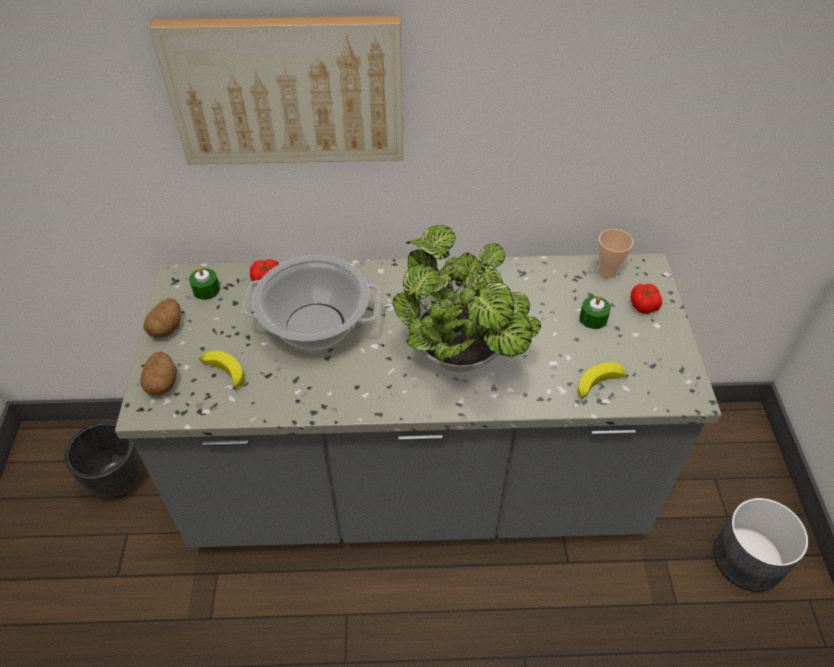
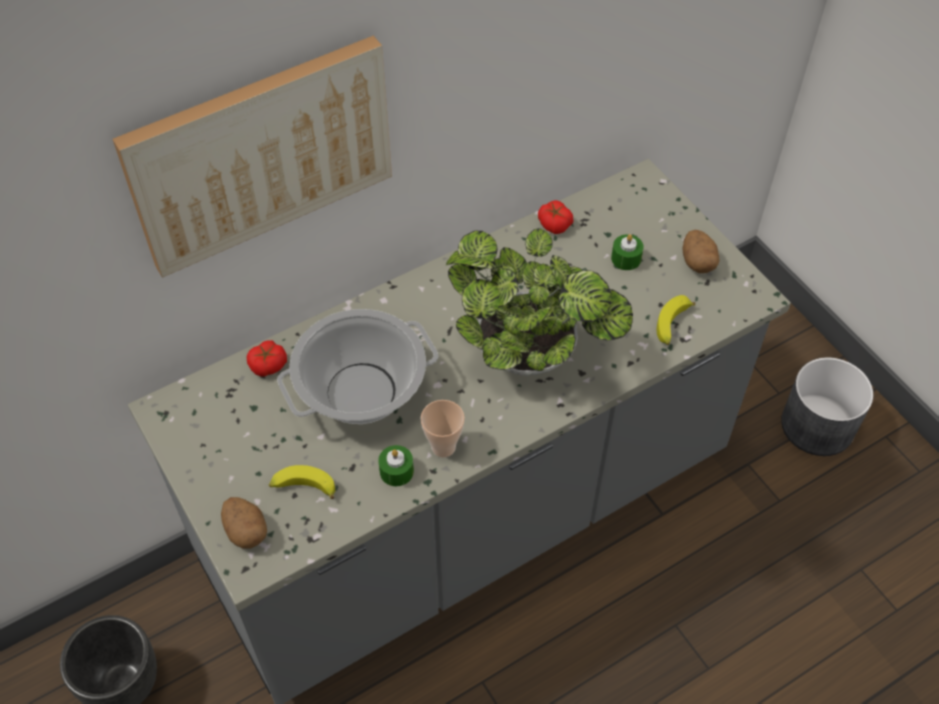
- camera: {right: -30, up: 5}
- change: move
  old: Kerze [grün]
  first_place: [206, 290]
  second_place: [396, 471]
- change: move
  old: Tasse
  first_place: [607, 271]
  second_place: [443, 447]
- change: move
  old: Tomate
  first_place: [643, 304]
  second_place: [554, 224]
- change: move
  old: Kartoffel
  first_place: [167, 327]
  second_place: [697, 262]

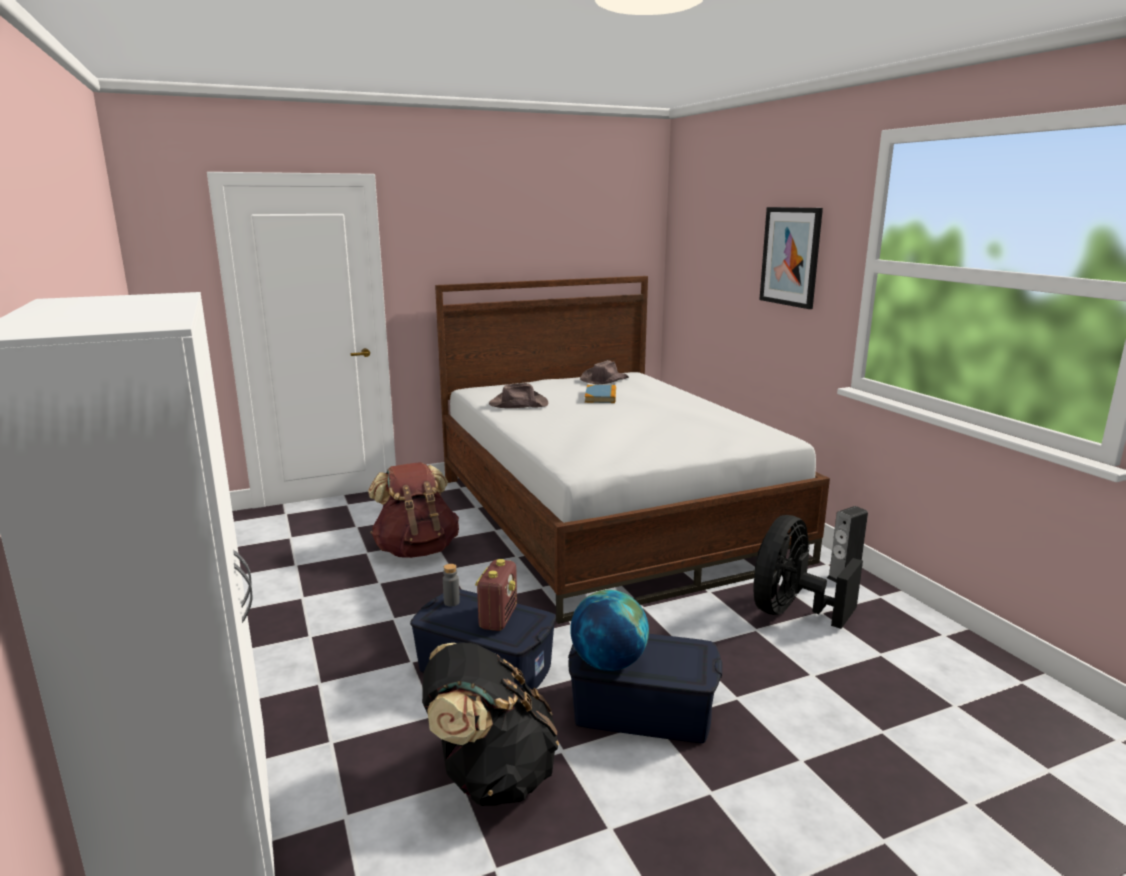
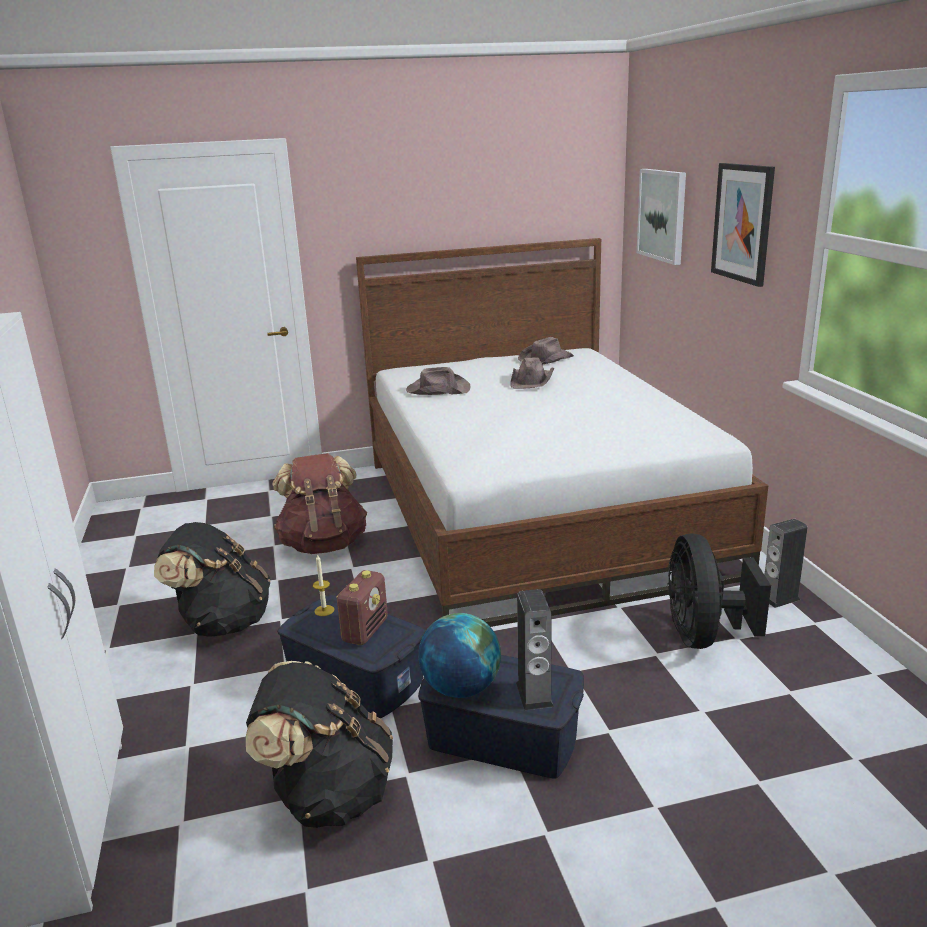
- camera: {right: 10, up: 5}
- change: insert
  new: Rucksack [schwarz]
  second_place: [222, 623]
- change: replace
  old: Flasche [grau]
  new: Kerze
  first_place: [451, 602]
  second_place: [324, 610]
- change: replace
  old: Buch
  new: Hut [braun]
  first_place: [600, 396]
  second_place: [532, 380]
- change: insert
  new: Lautsprecher
  second_place: [534, 694]
- change: insert
  new: Bild
  second_place: [662, 215]
- change: rotate
  old: Ventilator [schwarz]
  first_place: [791, 611]
  second_place: [704, 635]
  degrees: -45

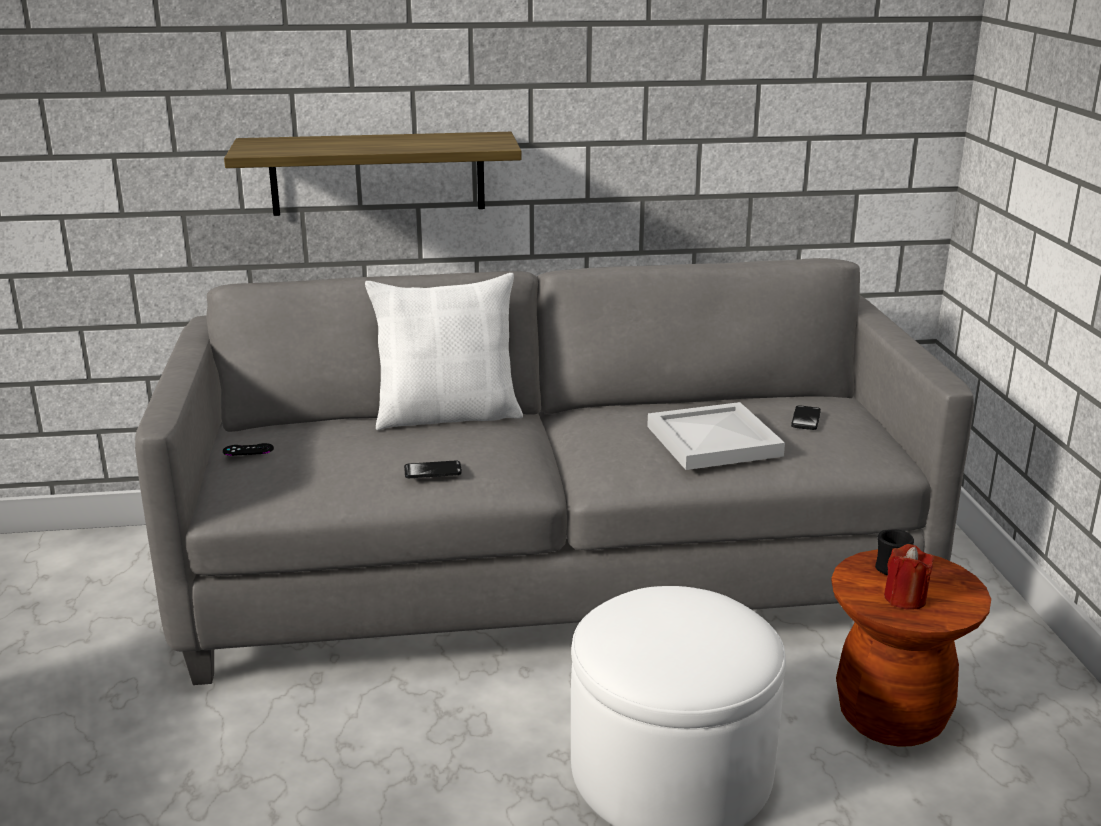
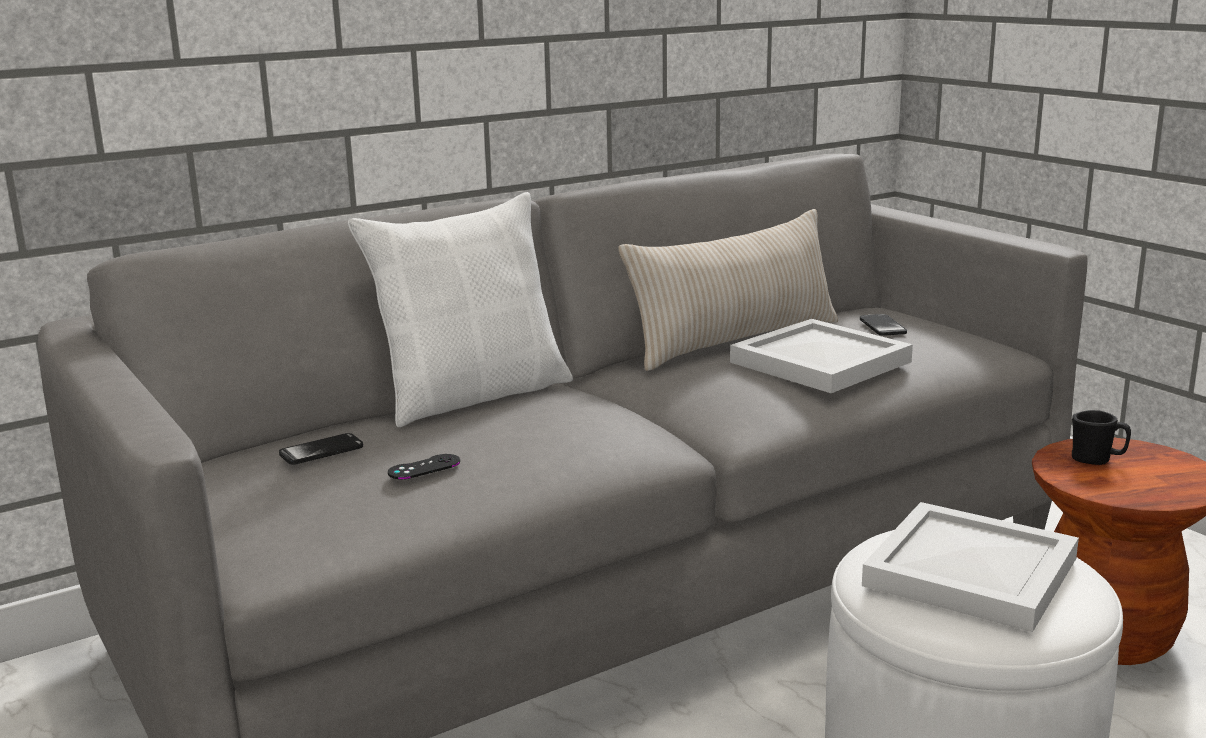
- camera: {right: -25, up: -5}
- change: move
  old: Handy
  first_place: [433, 471]
  second_place: [321, 451]
- change: move
  old: Gamepad [schwarz]
  first_place: [248, 450]
  second_place: [424, 467]
- change: insert
  new: Kissen [beige]
  second_place: [735, 341]
- change: insert
  new: Tablett [weiß]
  second_place: [974, 571]
- change: delete
  old: Wandregal
  first_place: [377, 173]
- change: delete
  old: Kerze [rot]
  first_place: [905, 598]

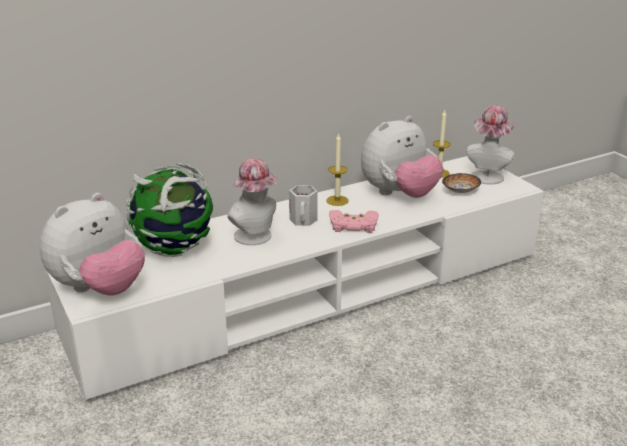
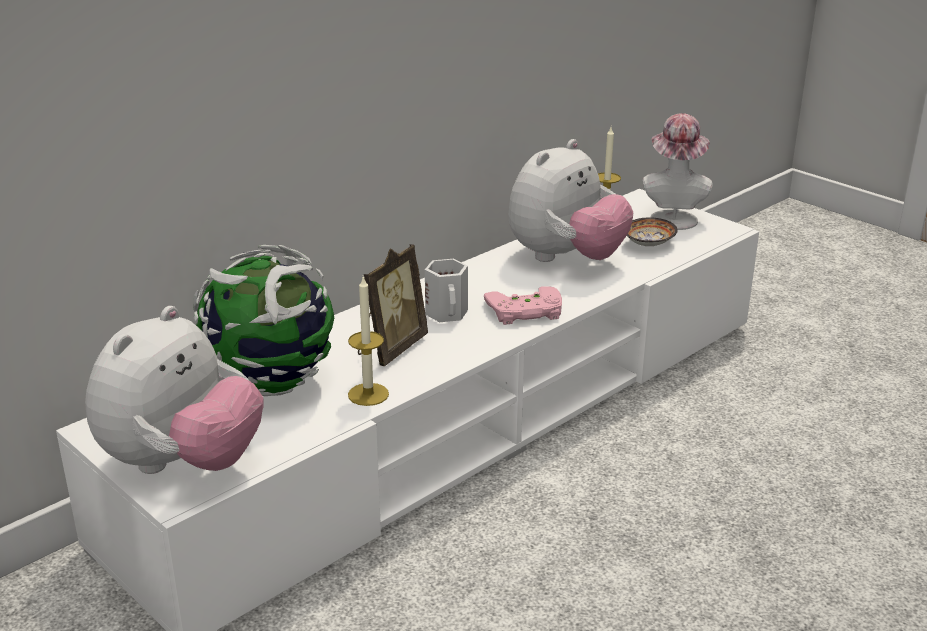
- camera: {right: -15, up: 0}
- change: move
  old: Kerze
  first_place: [337, 200]
  second_place: [368, 394]
- change: replace
  old: Hut
  new: Bilderrahmen
  first_place: [256, 237]
  second_place: [390, 348]

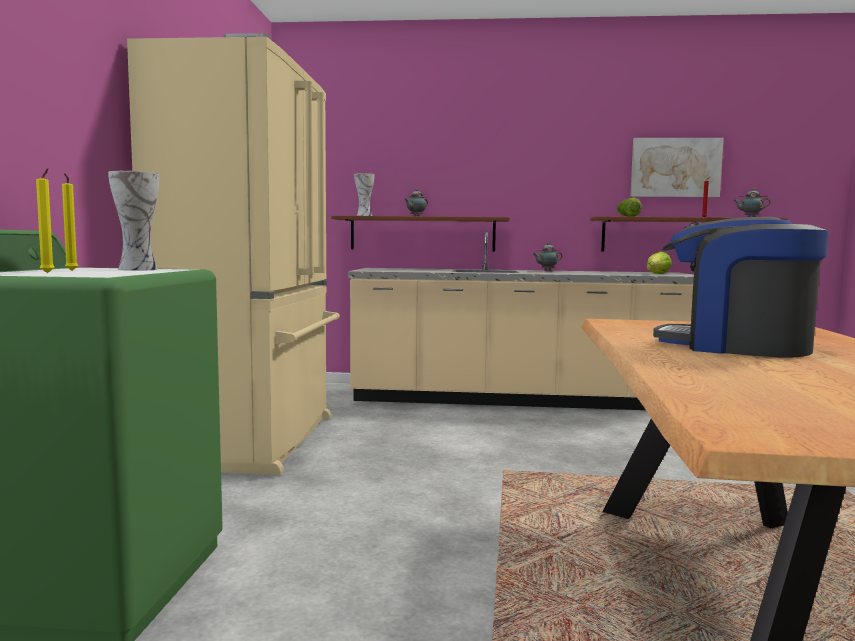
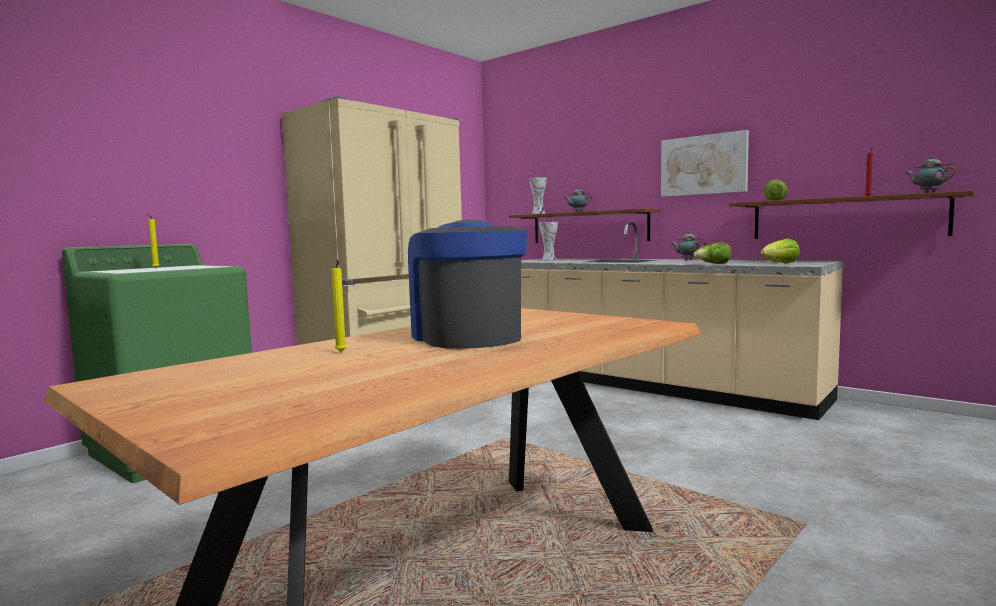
- camera: {right: 35, up: 0}
- change: move
  old: Kerze [gelb]
  first_place: [48, 273]
  second_place: [341, 352]
- change: move
  old: Vase
  first_place: [137, 269]
  second_place: [549, 260]
- change: move
  old: Bild
  first_place: [675, 167]
  second_place: [703, 165]
- change: insert
  new: Salatkopf
  second_place: [713, 264]

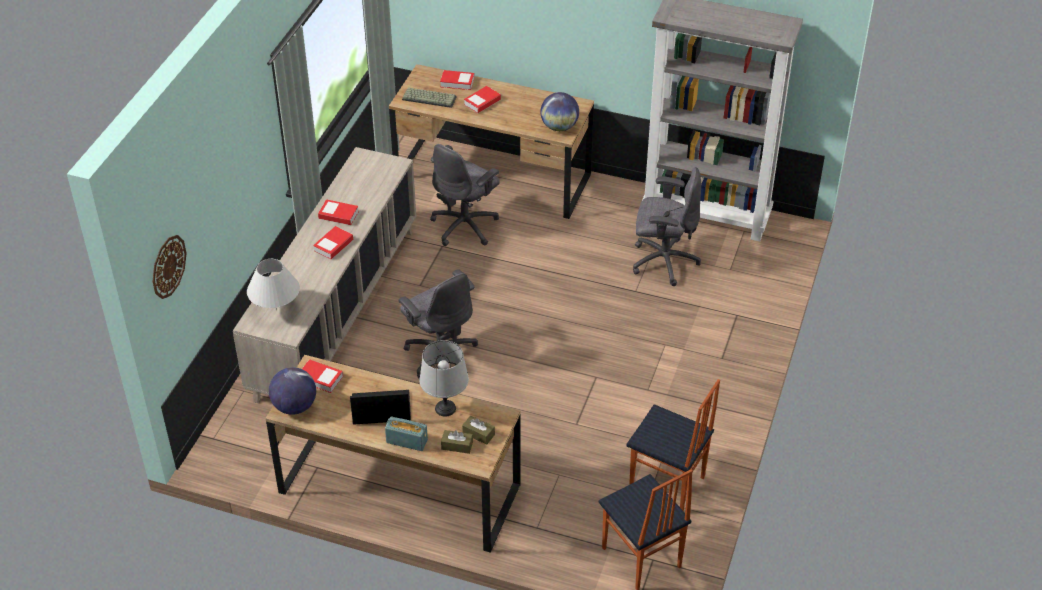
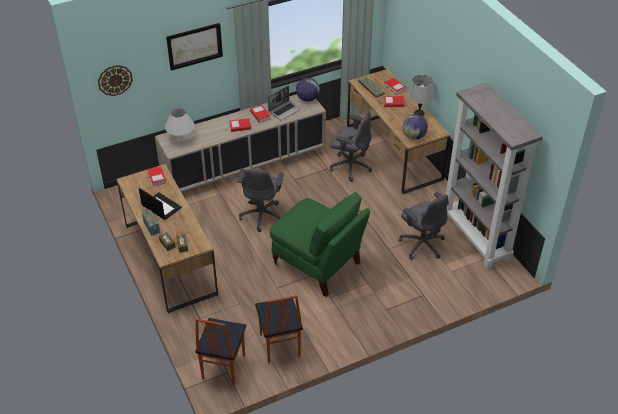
- camera: {right: 45, up: 0}
- change: insert
  new: Bild
  second_place: [194, 46]
- change: insert
  new: Laptop
  second_place: [285, 110]
- change: insert
  new: Stuhl [grün]
  second_place: [318, 265]
- change: move
  old: Globus
  first_place: [294, 406]
  second_place: [307, 99]
- change: rotate
  old: Bürostuhl [grau]
  first_place: [465, 226]
  second_place: [350, 166]
  degrees: -150
- change: move
  old: Tischlampe [grau]
  first_place: [445, 408]
  second_place: [418, 113]

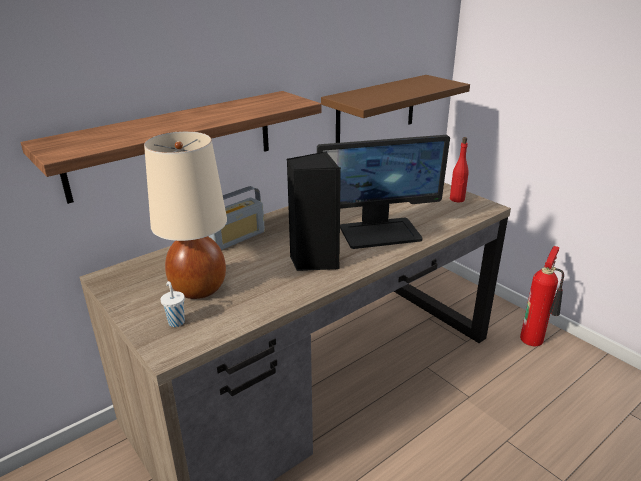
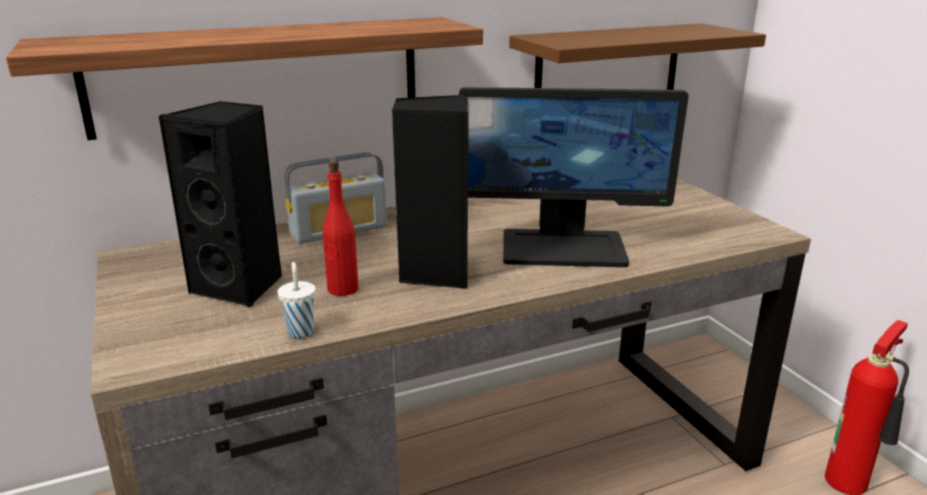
- camera: {right: 15, up: -5}
- change: replace
  old: Tischlampe [beige]
  new: Lautsprecher [schwarz]
  first_place: [199, 288]
  second_place: [241, 286]
- change: move
  old: Tasse [weiß]
  first_place: [176, 322]
  second_place: [300, 331]
- change: move
  old: Flasche [rot]
  first_place: [457, 199]
  second_place: [342, 289]

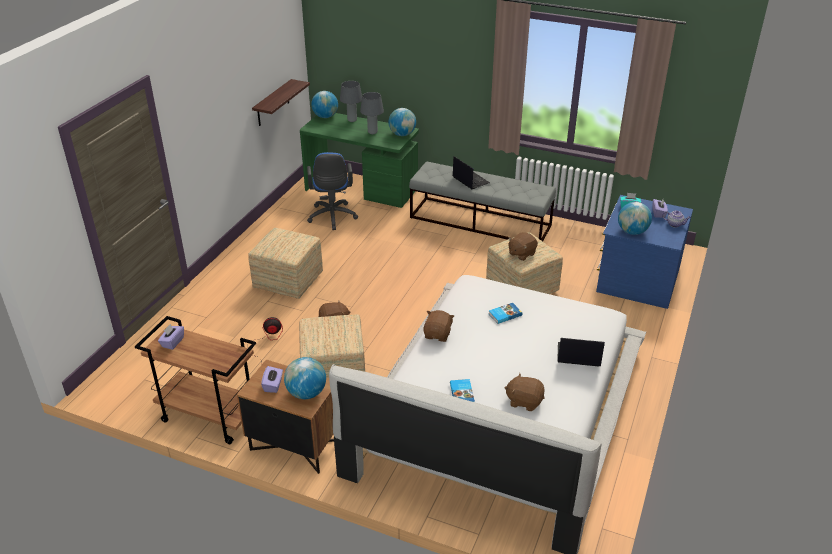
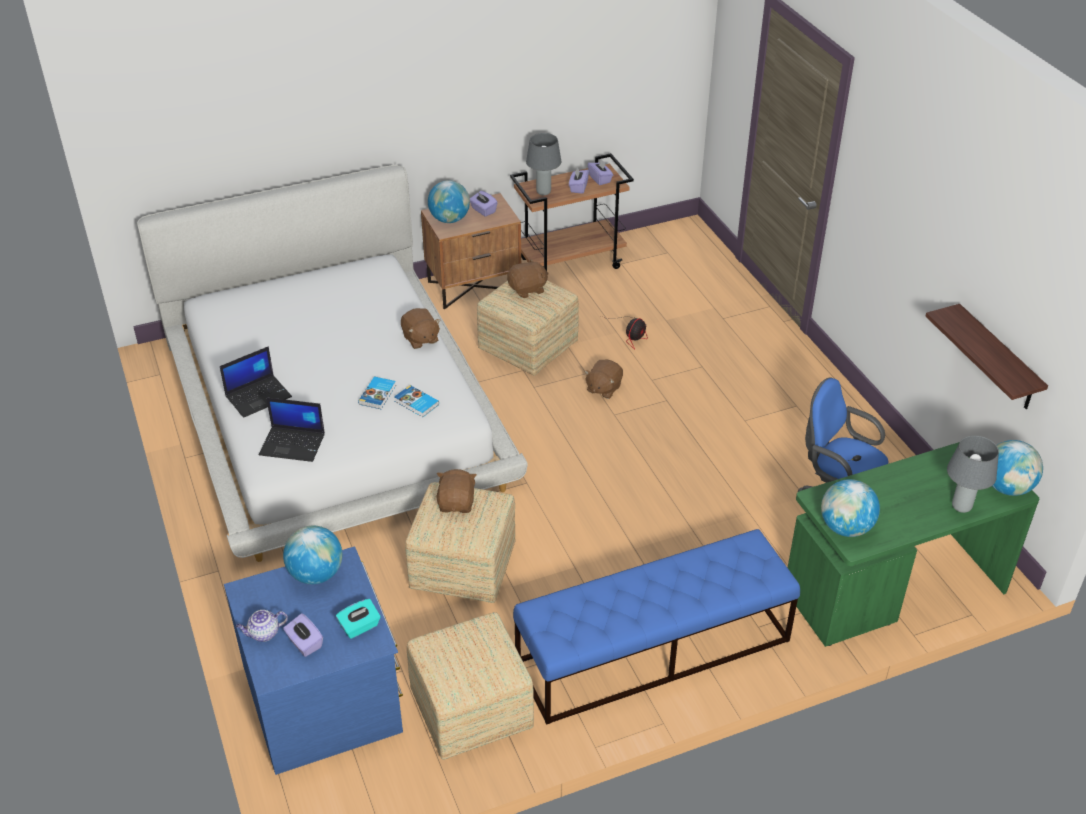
- camera: {right: 135, up: 5}
- change: move
  old: Laptop
  first_place: [470, 180]
  second_place: [293, 444]
- change: move
  old: Buch
  first_place: [462, 394]
  second_place: [416, 403]
- change: move
  old: Polsterhocker
  first_place: [289, 281]
  second_place: [470, 712]
- change: move
  old: Plüschtier [braun]
  first_place: [524, 401]
  second_place: [527, 289]
- change: recolor
  old: Bank [grau]
  new: Bank [blau]
  first_place: [480, 221]
  second_place: [652, 651]
- change: move
  old: Tischlampe [grau]
  first_place: [372, 132]
  second_place: [543, 192]
- change: insert
  new: Taschentuchbox [lila]
  second_place: [578, 187]

